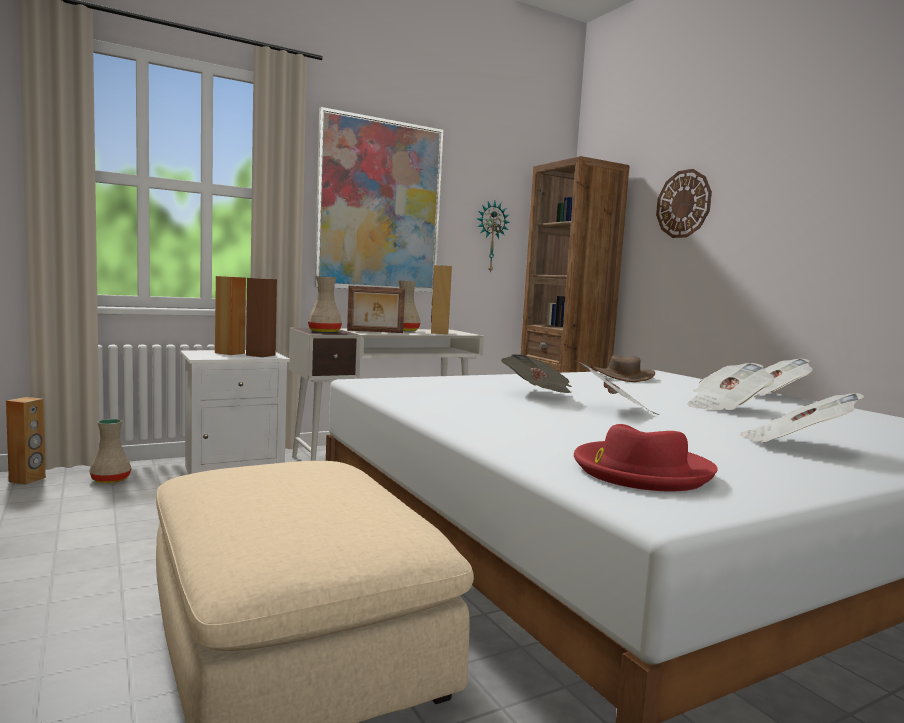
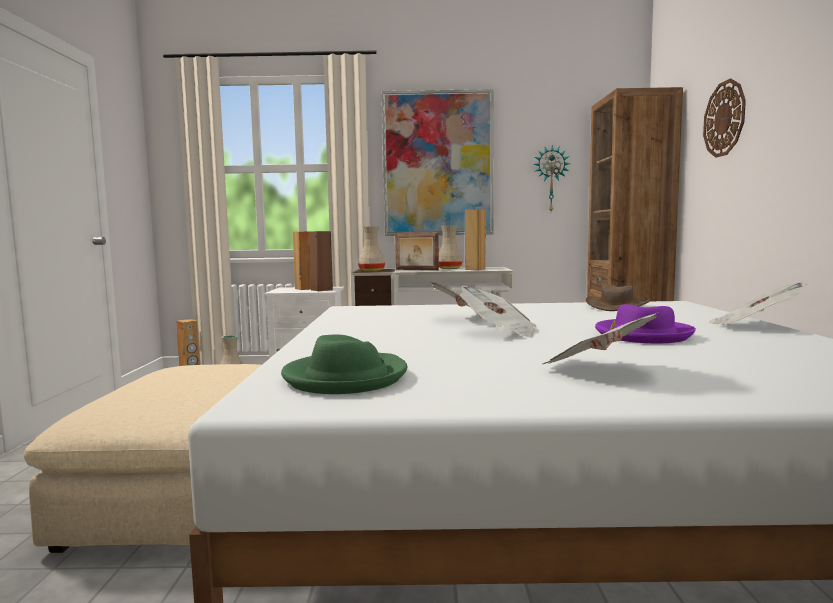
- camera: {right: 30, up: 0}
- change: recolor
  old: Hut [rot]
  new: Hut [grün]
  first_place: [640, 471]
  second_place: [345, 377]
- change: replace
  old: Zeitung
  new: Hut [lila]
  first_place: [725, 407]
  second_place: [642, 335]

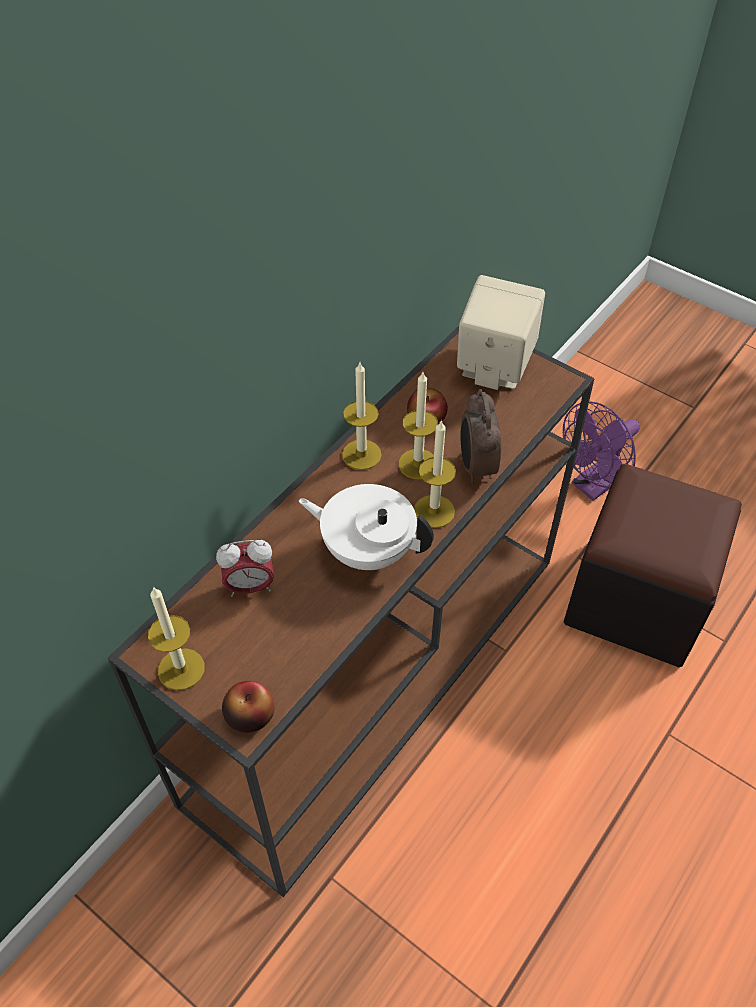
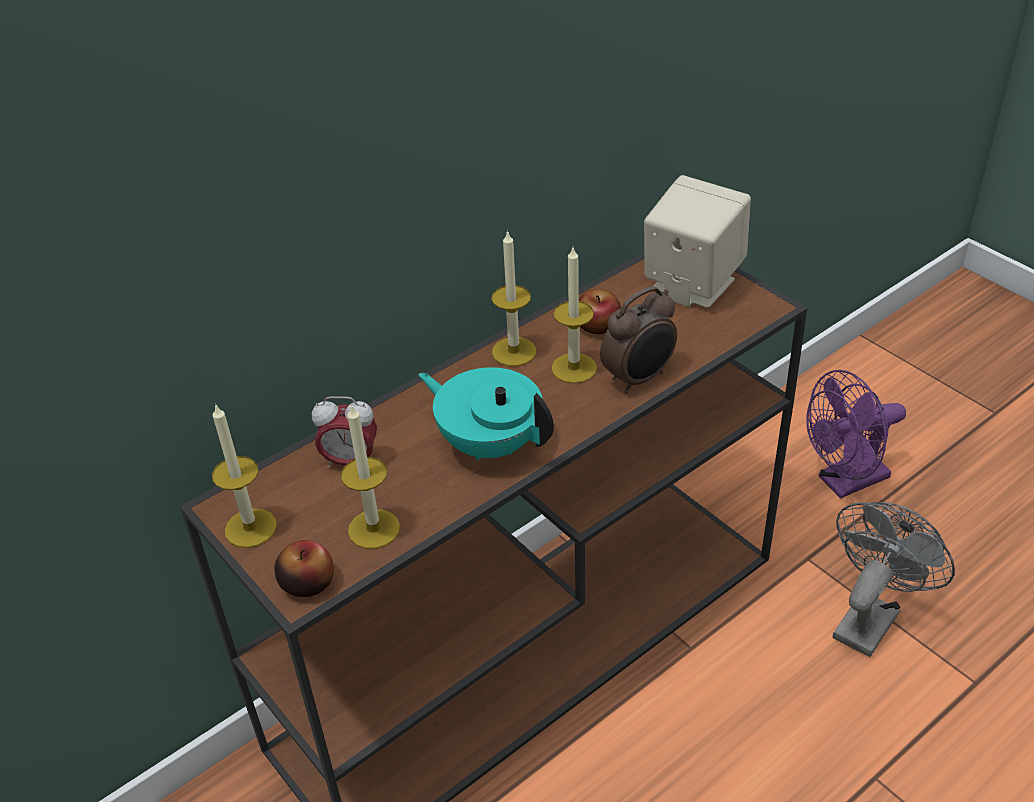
- camera: {right: 15, up: -10}
- change: move
  old: Kerze
  first_place: [434, 511]
  second_place: [374, 529]
- change: recolor
  old: Teekanne [weiß]
  new: Teekanne [türkis]
  first_place: [367, 549]
  second_place: [490, 443]
- change: rotate
  old: Wecker
  first_place: [476, 467]
  second_place: [639, 378]
  degrees: -135
- change: replace
  old: Polsterhocker [schwarz]
  new: Ventilator [grau]
  first_place: [636, 599]
  second_place: [870, 617]

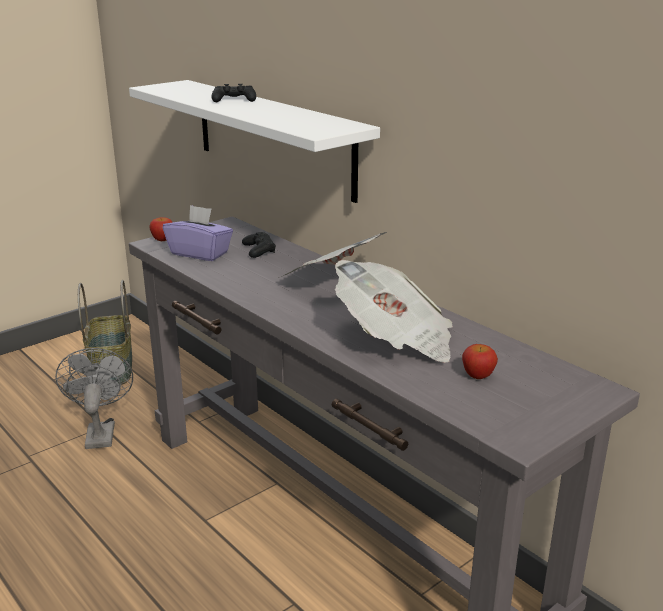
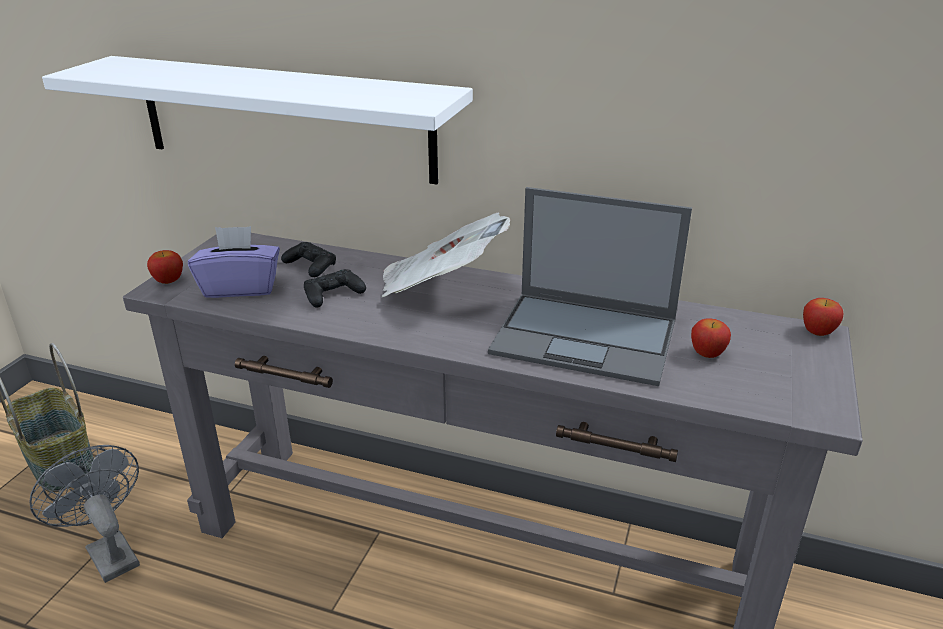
- camera: {right: -30, up: 5}
- change: move
  old: Gamepad [schwarz]
  first_place: [234, 100]
  second_place: [333, 294]
- change: replace
  old: Zeitung
  new: Laptop
  first_place: [396, 340]
  second_place: [587, 337]
- change: insert
  new: Apfel
  second_place: [818, 331]

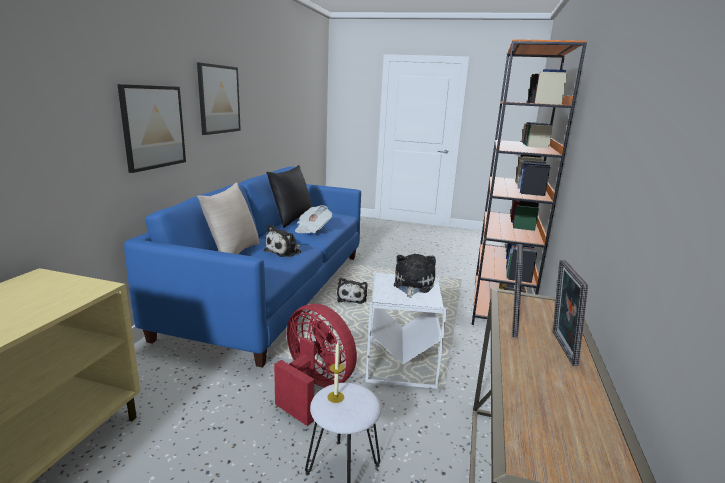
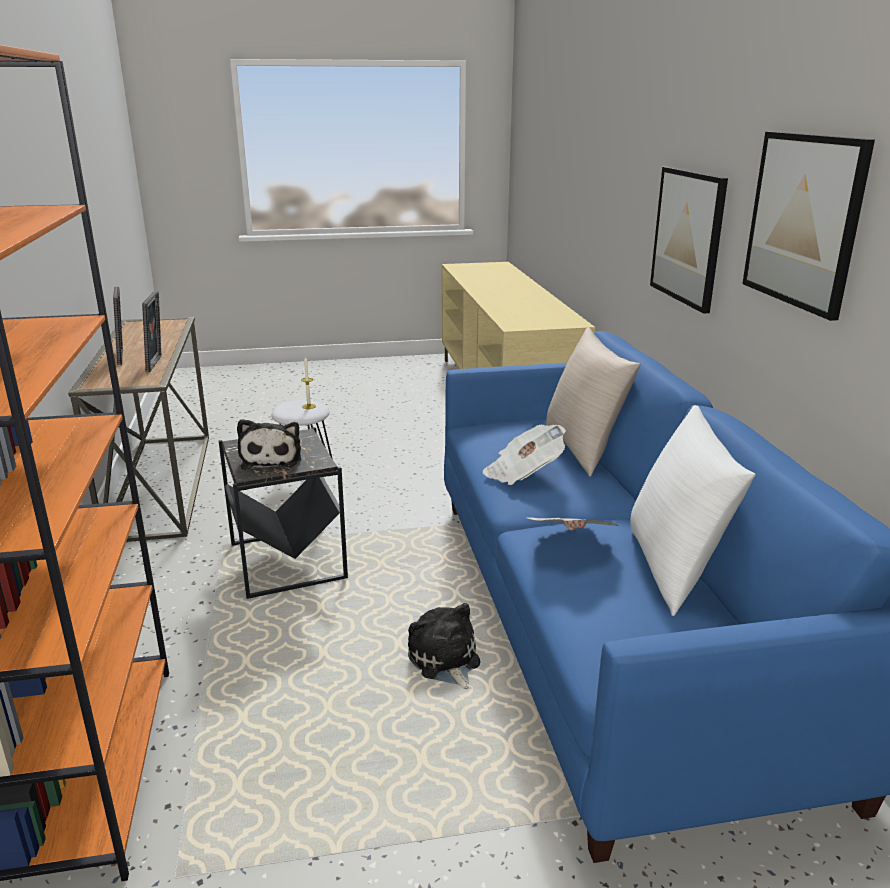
- camera: {right: 155, up: 5}
- change: recolor
  old: Beistelltisch [weiß]
  new: Beistelltisch [schwarz]
  first_place: [400, 363]
  second_place: [288, 560]
- change: replace
  old: Plüschtier
  new: Zeitung
  first_place: [284, 251]
  second_place: [523, 473]
- change: recolor
  old: Kissen [schwarz]
  new: Kissen [weiß]
  first_place: [292, 220]
  second_place: [675, 568]
- change: delete
  old: Ventilator [rot]
  first_place: [313, 388]

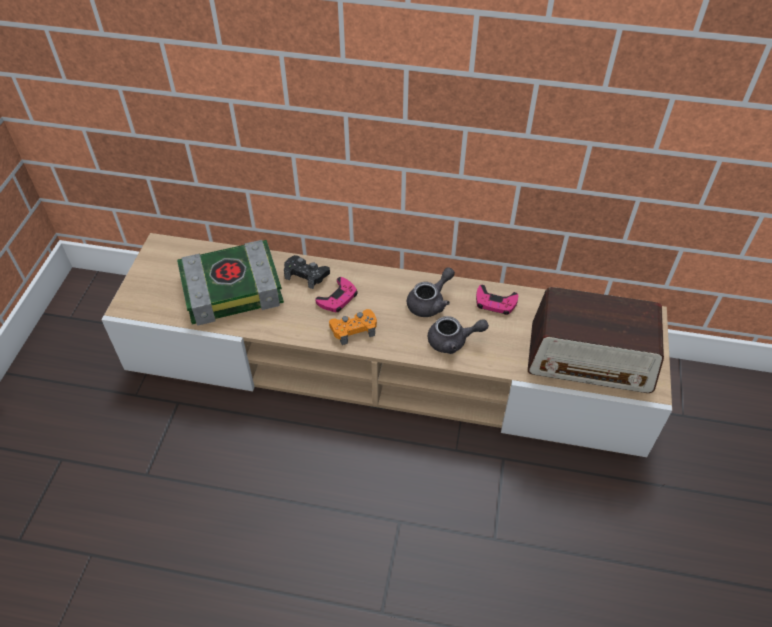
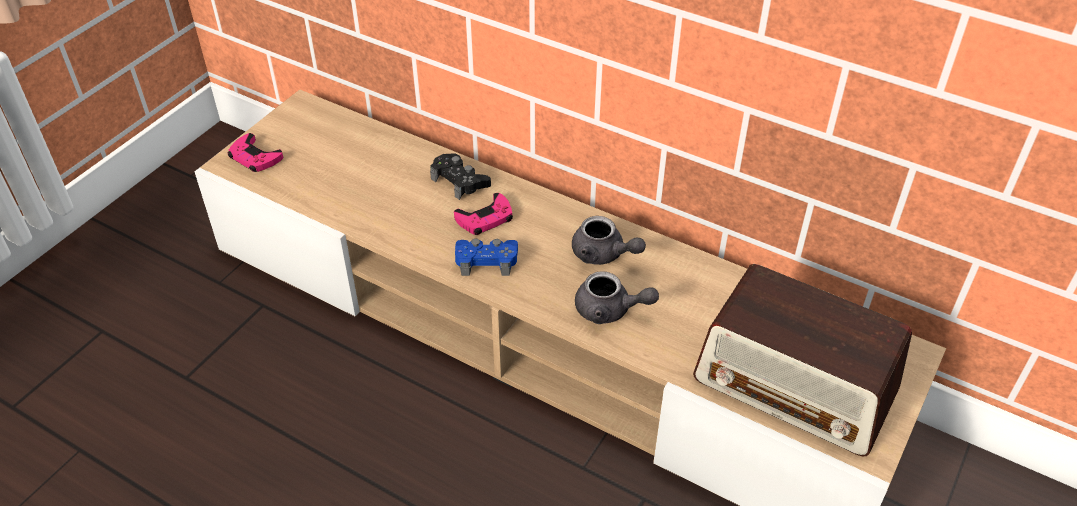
- camera: {right: 20, up: -5}
- change: move
  old: Gamepad [rosa]
  first_place: [495, 303]
  second_place: [255, 157]
- change: recolor
  old: Gamepad [orange]
  new: Gamepad [blau]
  first_place: [354, 329]
  second_place: [486, 261]
- change: rotate
  old: Teekanne [grau]
  first_place: [430, 302]
  second_place: [603, 254]
  degrees: 60
- change: delete
  old: Buch
  first_place: [233, 287]

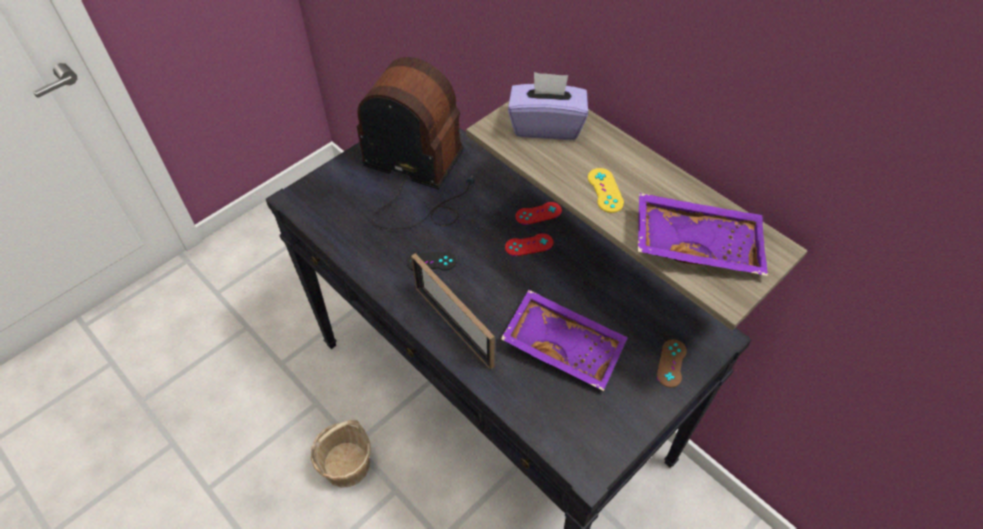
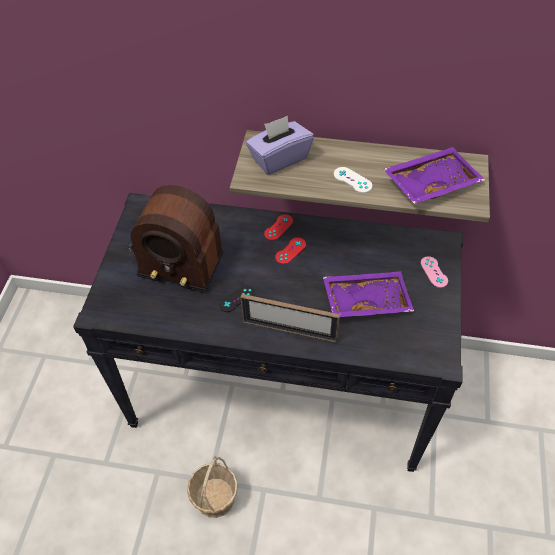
- camera: {right: -35, up: 0}
- change: rotate
  old: Radio
  first_place: [417, 178]
  second_place: [176, 249]
  degrees: -150
- change: recolor
  old: Gamepad [gelb]
  new: Gamepad [weiß]
  first_place: [605, 190]
  second_place: [352, 180]
- change: recolor
  old: Gamepad [braun]
  new: Gamepad [rosa]
  first_place: [671, 363]
  second_place: [434, 272]

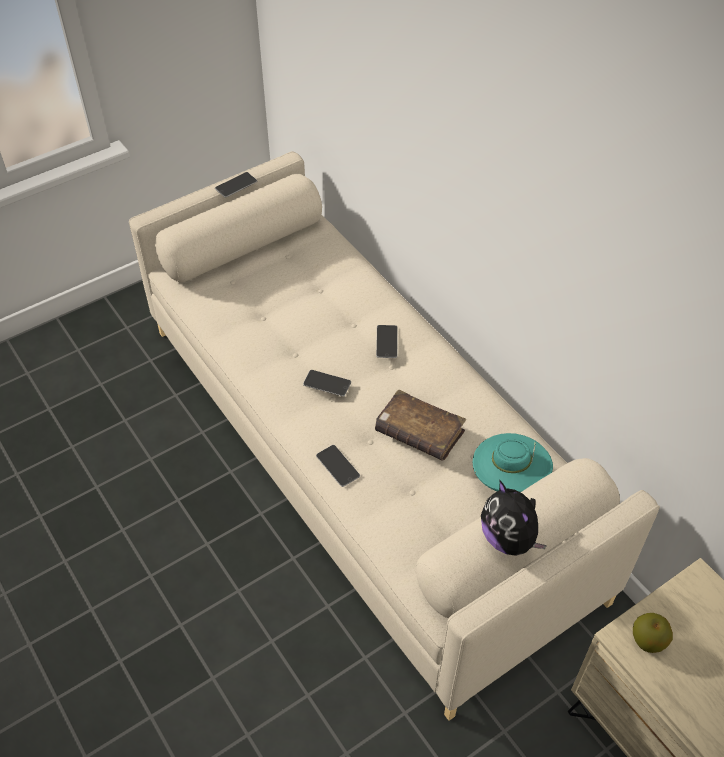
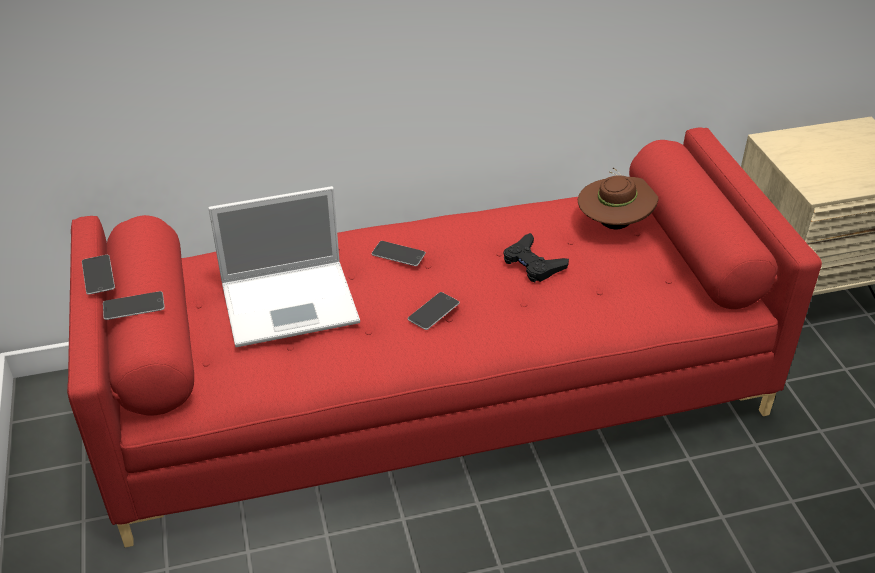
- camera: {right: -70, up: -10}
- change: recolor
  old: Sofa [beige]
  new: Sofa [rot]
  first_place: [364, 455]
  second_place: [439, 392]
- change: move
  old: Handy
  first_place: [337, 465]
  second_place: [133, 306]
- change: insert
  new: Laptop
  second_place: [292, 302]
- change: replace
  old: Buch [braun]
  new: Gamepad [schwarz]
  first_place: [419, 432]
  second_place: [533, 264]
- change: recolor
  old: Hut [türkis]
  new: Hut [braun]
  first_place: [509, 480]
  second_place: [614, 224]
- change: delete
  old: Plüschtier
  first_place: [509, 538]
- change: delete
  old: Apfel
  first_place: [647, 641]

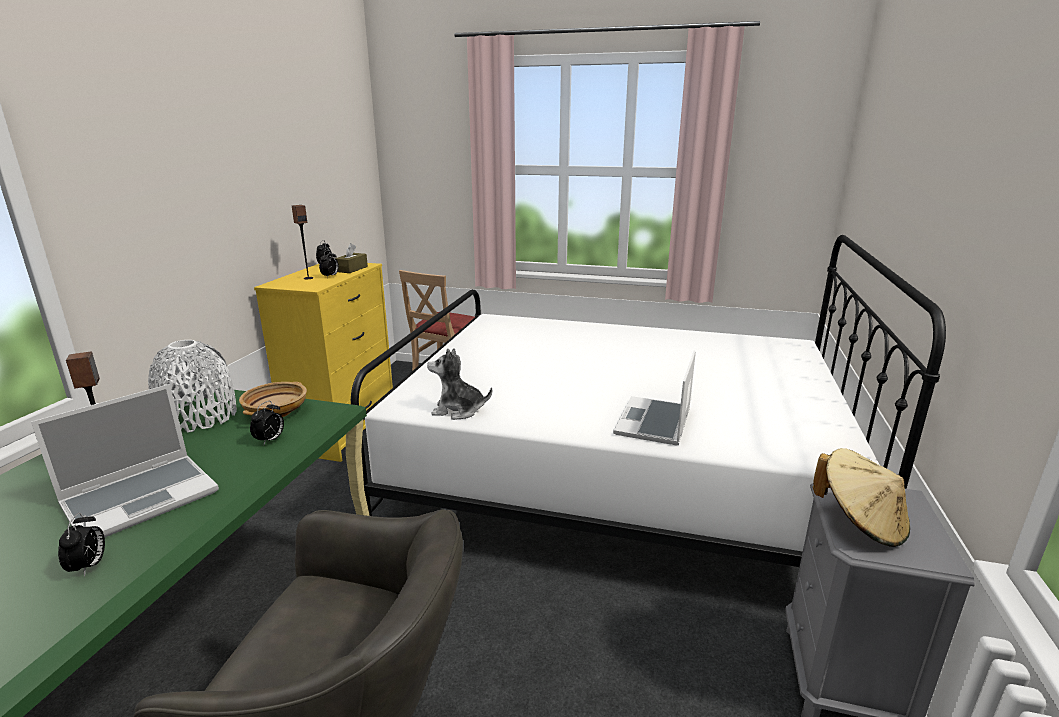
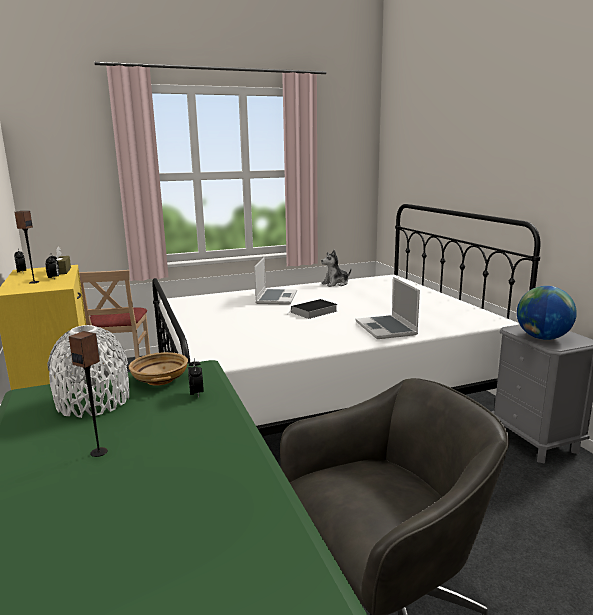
- camera: {right: -35, up: -5}
- change: move
  old: Laptop
  first_place: [142, 497]
  second_place: [276, 298]
- change: insert
  new: Buch
  second_place: [313, 312]
- change: move
  old: Plüschtier
  first_place: [458, 410]
  second_place: [336, 284]
- change: replace
  old: Hut [beige]
  new: Globus
  first_place: [860, 522]
  second_place: [542, 338]
- change: delete
  old: Wecker
  first_place: [89, 566]

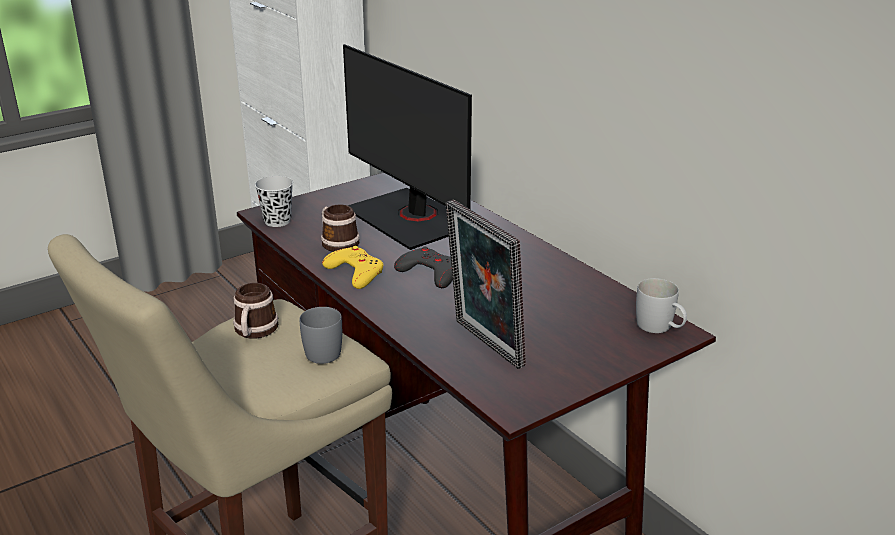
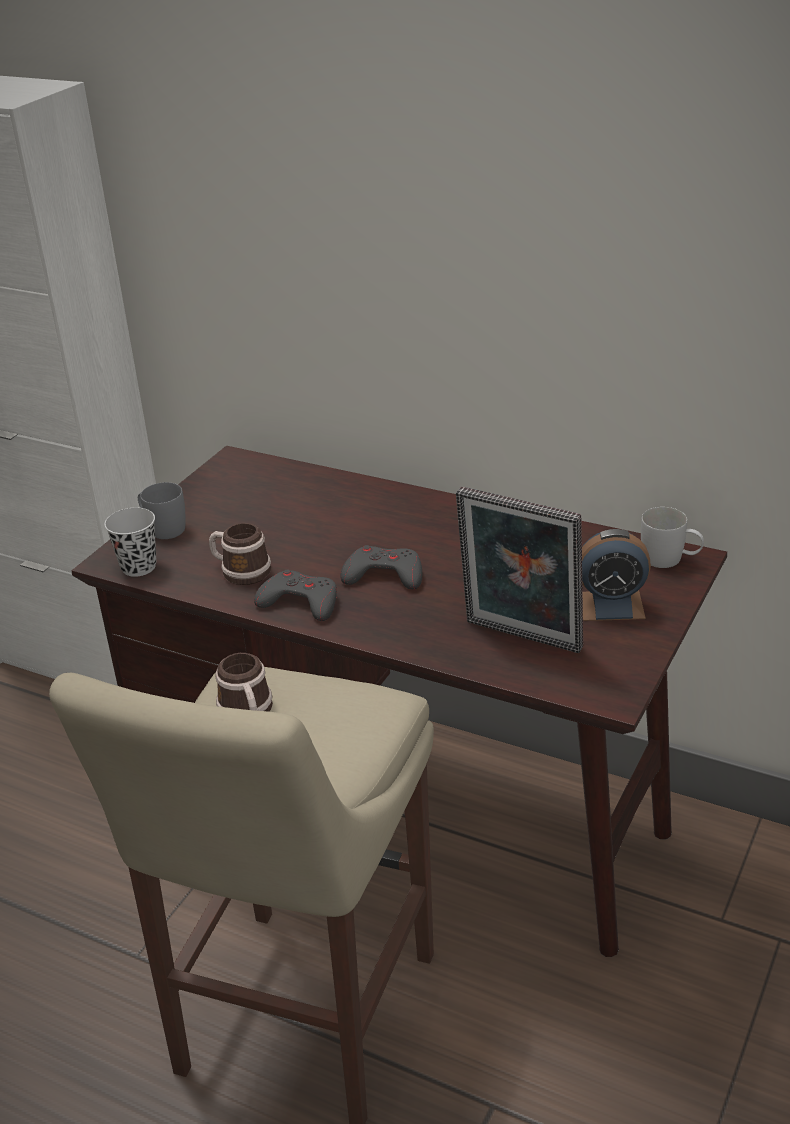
- camera: {right: -25, up: 5}
- change: move
  old: Henkelbecher [grau]
  first_place: [320, 350]
  second_place: [162, 528]
- change: recolor
  old: Gamepad [gelb]
  new: Gamepad [grau]
  first_place: [355, 272]
  second_place: [300, 602]
- change: insert
  new: Wecker
  second_place: [611, 605]
- change: delete
  old: Monitor
  first_place: [410, 219]

